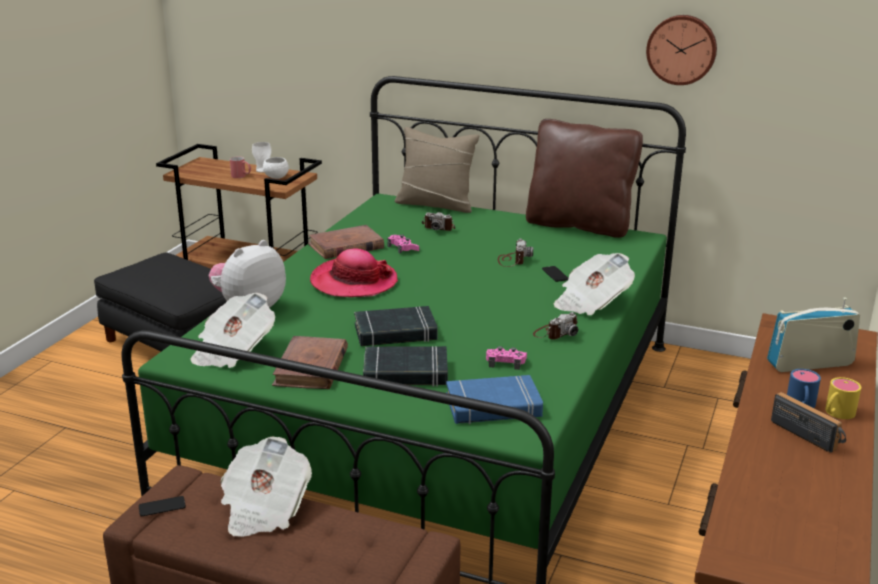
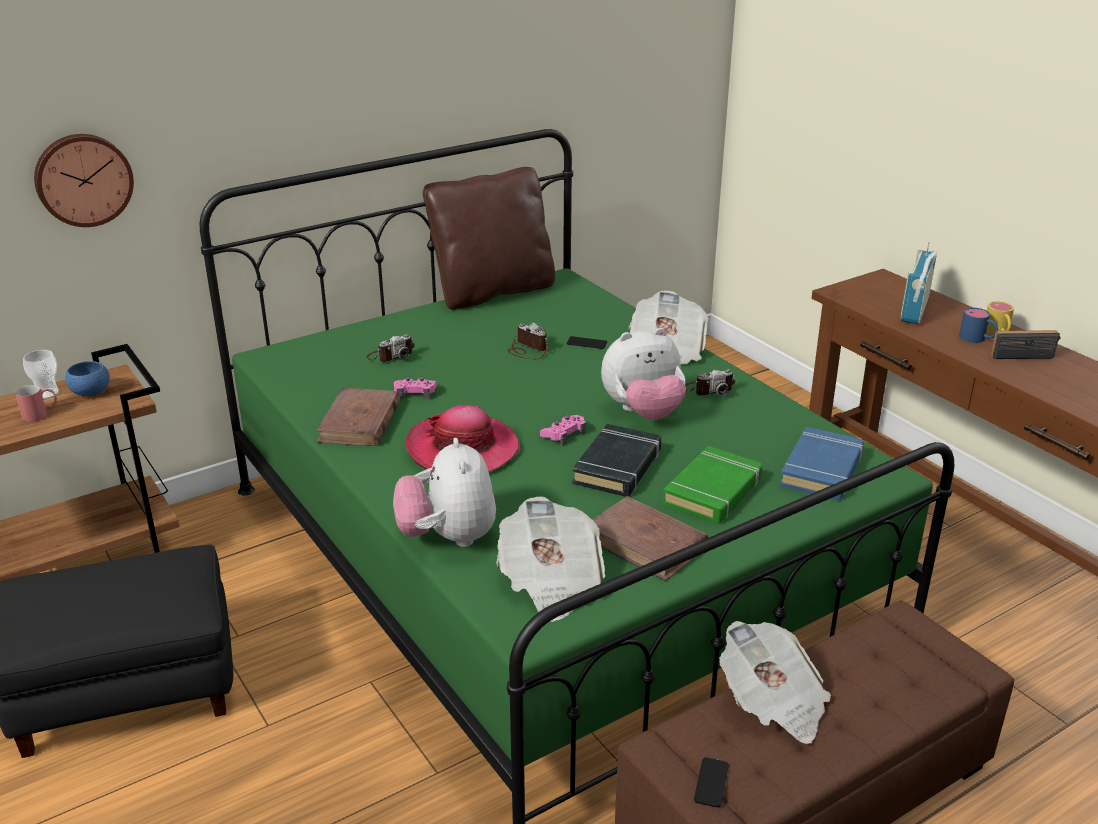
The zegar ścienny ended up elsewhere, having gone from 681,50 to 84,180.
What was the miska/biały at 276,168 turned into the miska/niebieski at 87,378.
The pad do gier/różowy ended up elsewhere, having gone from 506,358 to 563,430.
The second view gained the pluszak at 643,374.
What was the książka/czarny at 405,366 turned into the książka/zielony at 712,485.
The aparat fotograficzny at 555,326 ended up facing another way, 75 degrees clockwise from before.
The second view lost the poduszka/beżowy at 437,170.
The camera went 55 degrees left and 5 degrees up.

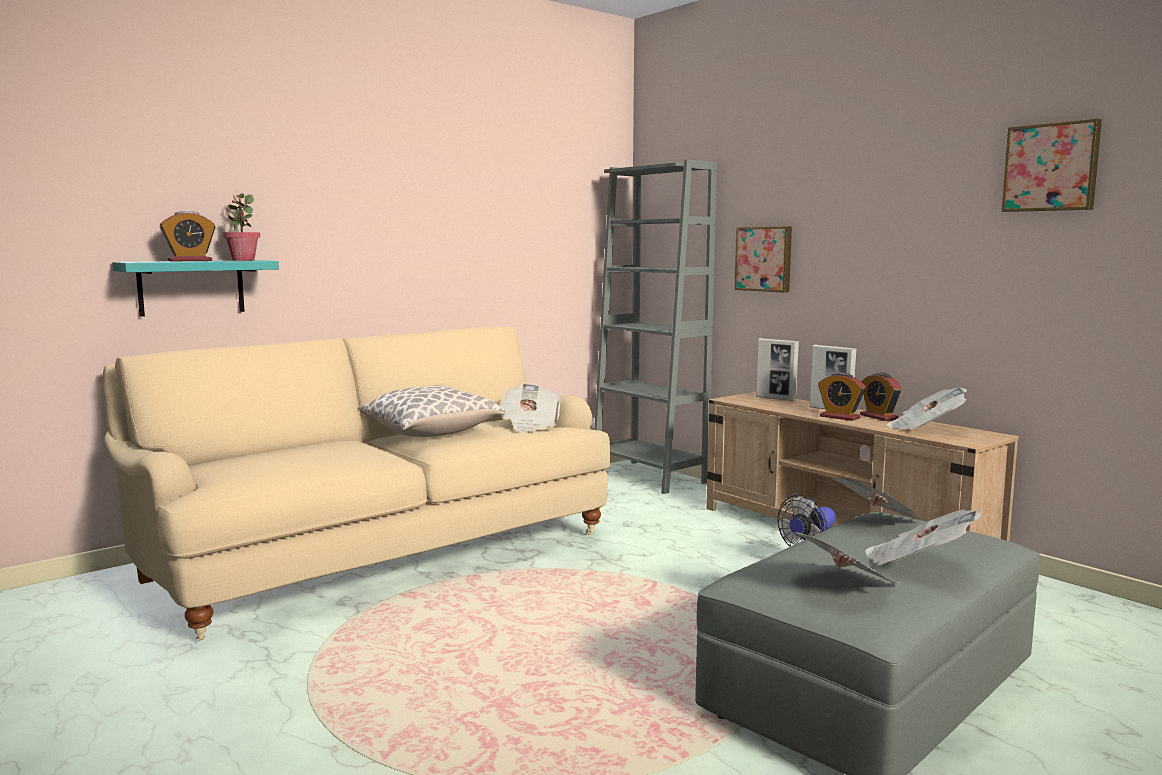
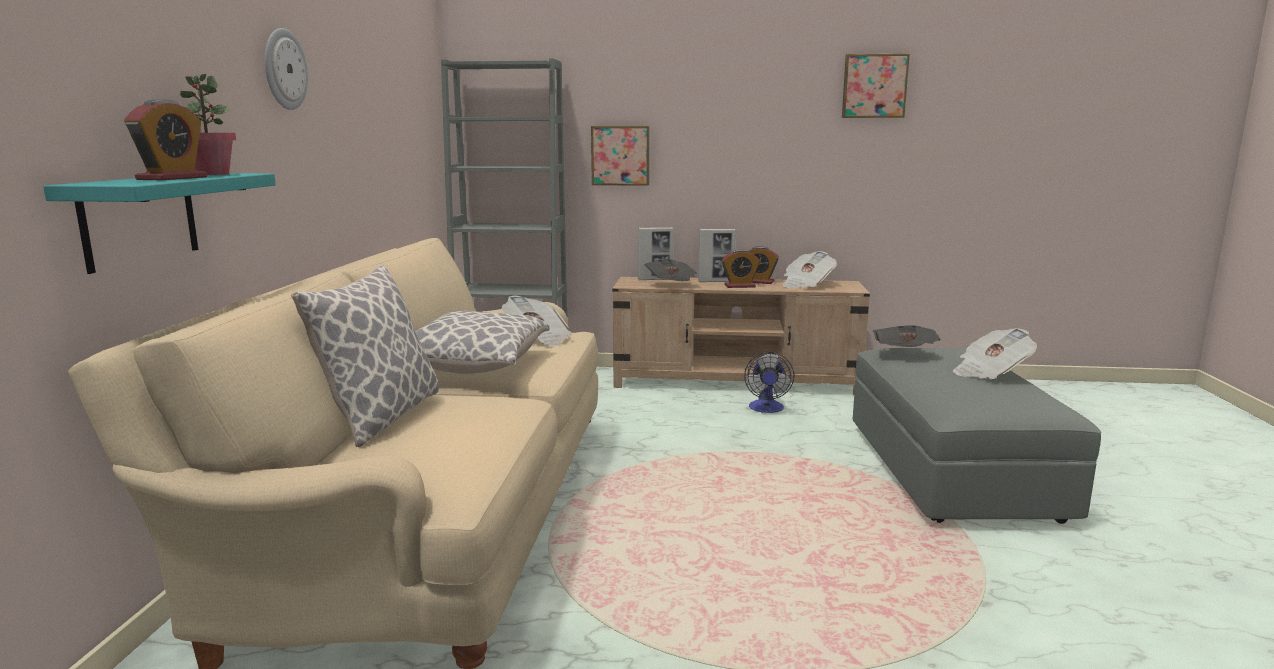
The second view gained the zegar ścienny at 286,69.
The second view gained the poduszka at 365,356.
The gazeta ended up elsewhere, having gone from 845,557 to 670,270.
The camera went 45 degrees left and 5 degrees up.

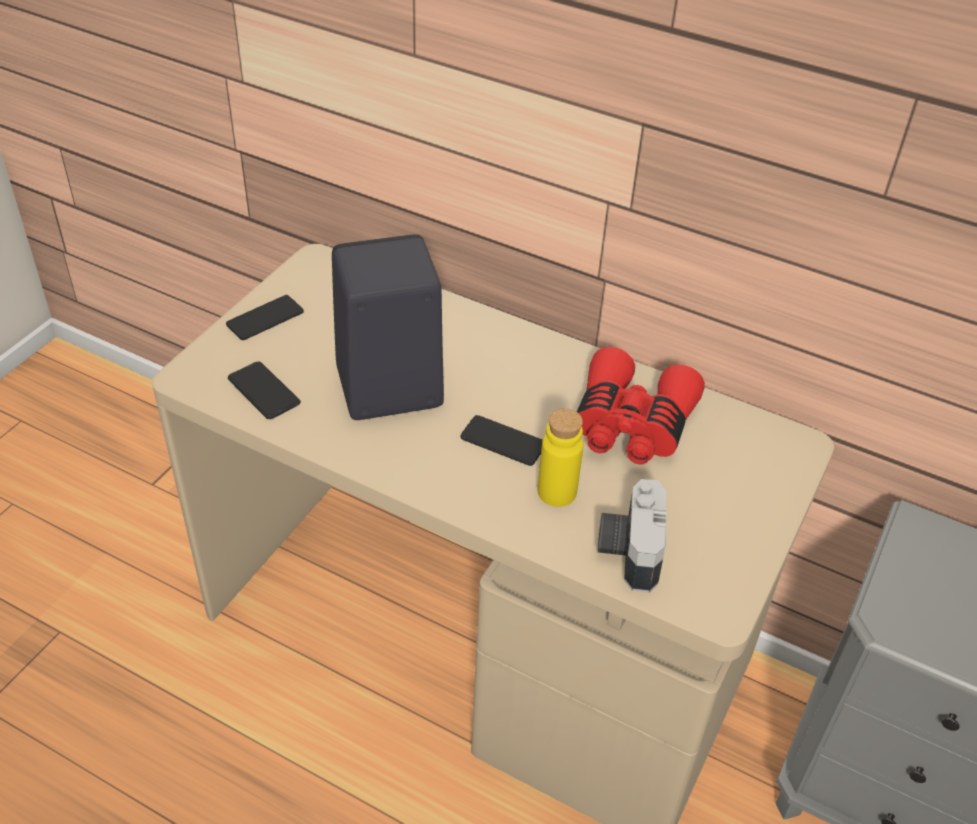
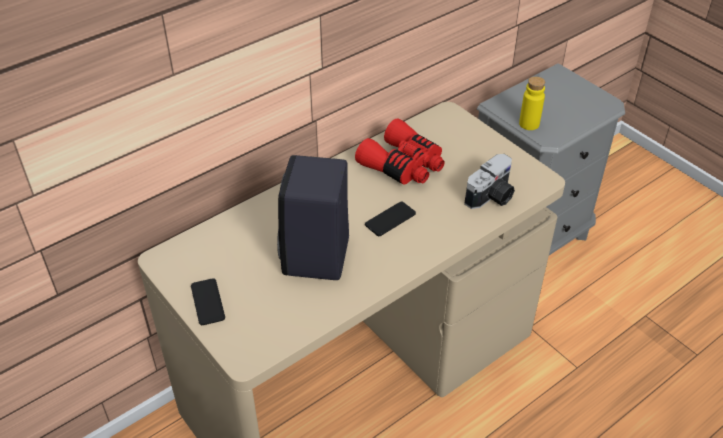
The aparat fotograficzny at 632,536 ended up facing another way, 75 degrees counterclockwise from before.
The butelka/żółty ended up elsewhere, having gone from 560,457 to 532,103.
The second view lost the telefon at 264,390.
The camera went 65 degrees left and 0 degrees up.

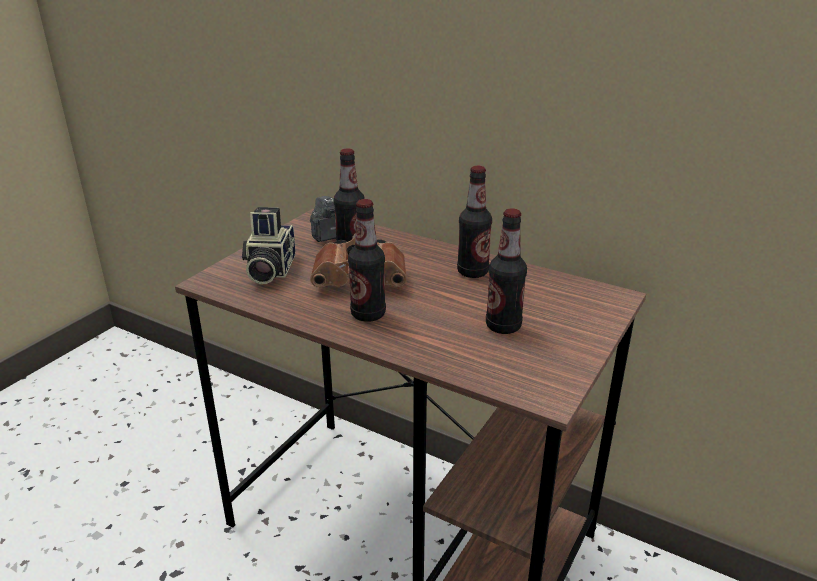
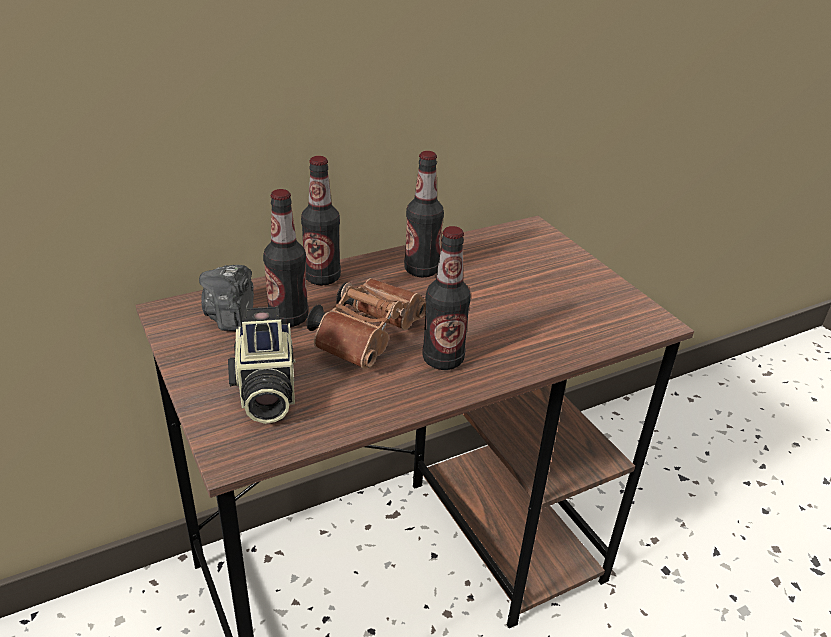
The aparat fotograficzny at 268,245 ended up facing another way, 45 degrees clockwise from before.
The butelka ended up elsewhere, having gone from 506,271 to 321,220.
The camera went 60 degrees left and 5 degrees up.

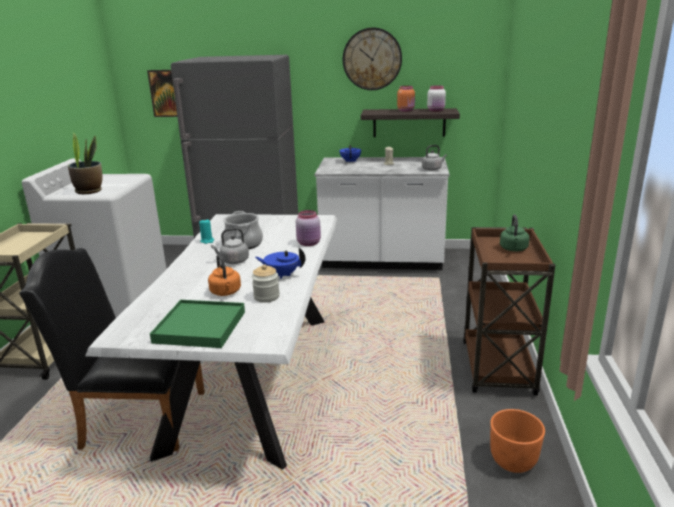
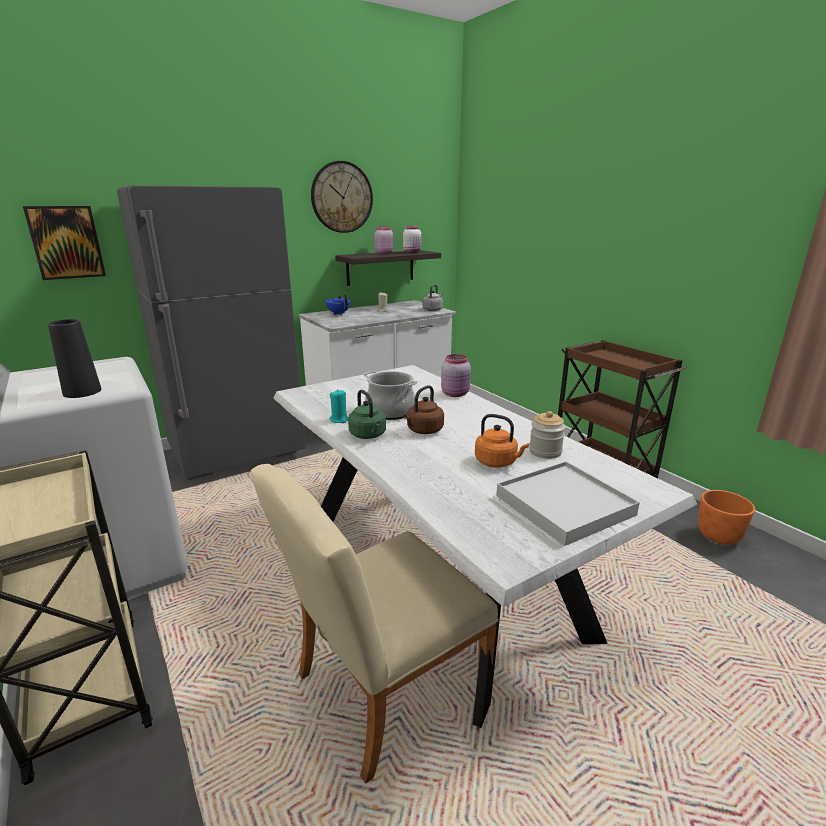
Where the roślina doniczkowa stood at 85,163, the wazon/czarny came to stand at 75,358.
What was the krzesło/czarny at 112,349 turned into the krzesło/beżowy at 375,624.
The czajnik/zielony ended up elsewhere, having gone from 514,233 to 367,414.
What was the słoik/pomarańczowy at 406,99 turned into the słoik/różowy at 383,240.
What was the czajnik/szary at 230,246 turned into the czajnik/brązowy at 424,409.
What was the taca/zielony at 197,324 turned into the taca/biały at 568,503.
The second view lost the imbryk/niebieski at 280,263.
The camera went 40 degrees left and 0 degrees up.

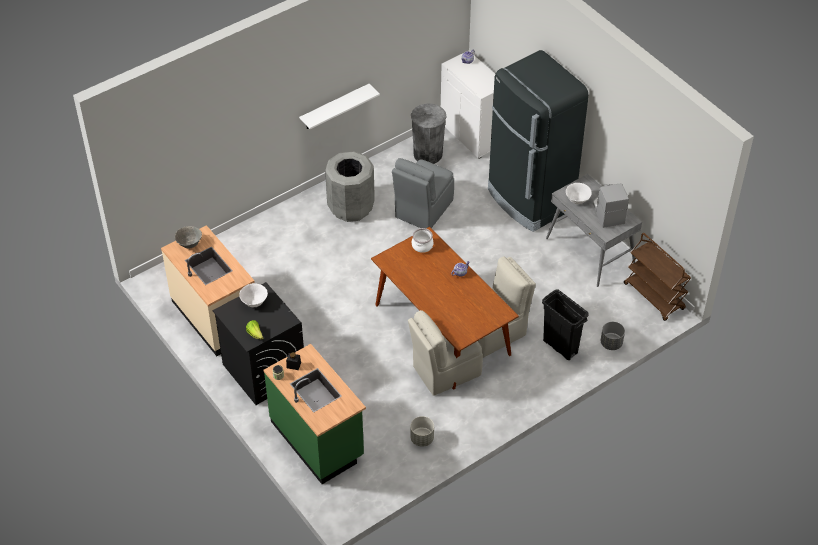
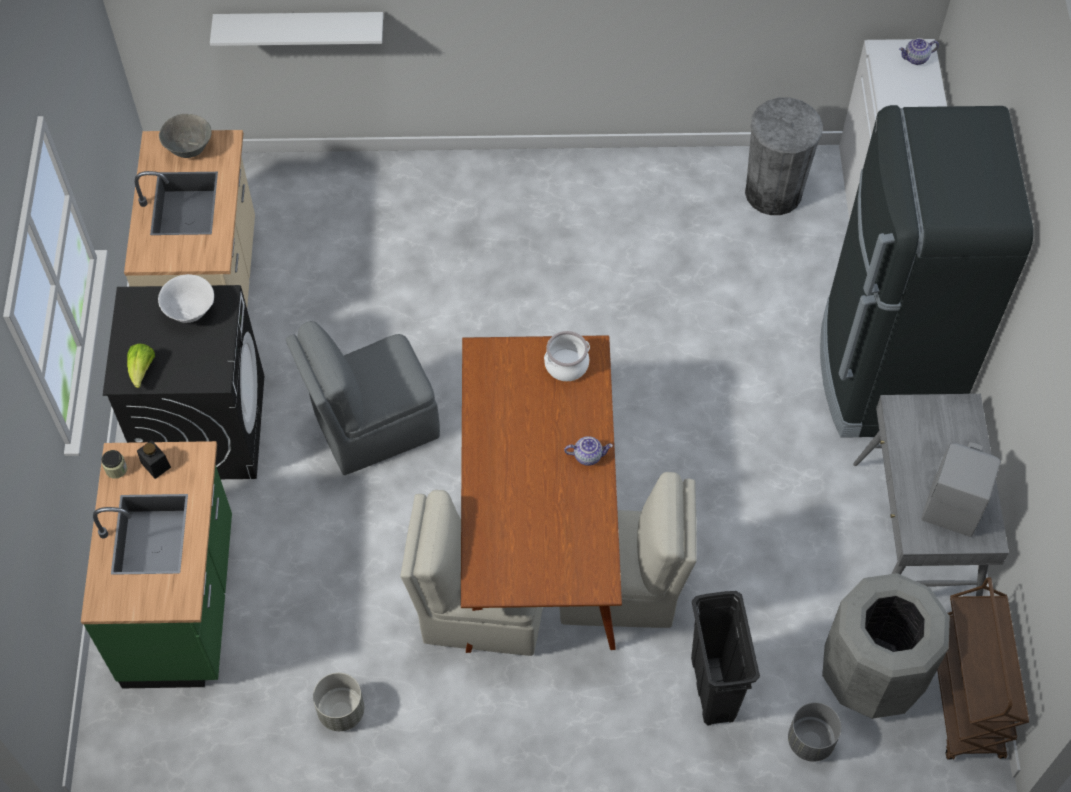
The półka/biały ended up elsewhere, having gone from 339,106 to 296,29.
The krzesło/szary ended up elsewhere, having gone from 423,193 to 363,398.
The kosz na śmieci/szary ended up elsewhere, having gone from 350,187 to 886,646.
The second view lost the miska/biały at 579,193.
The camera went 35 degrees right and 10 degrees up.

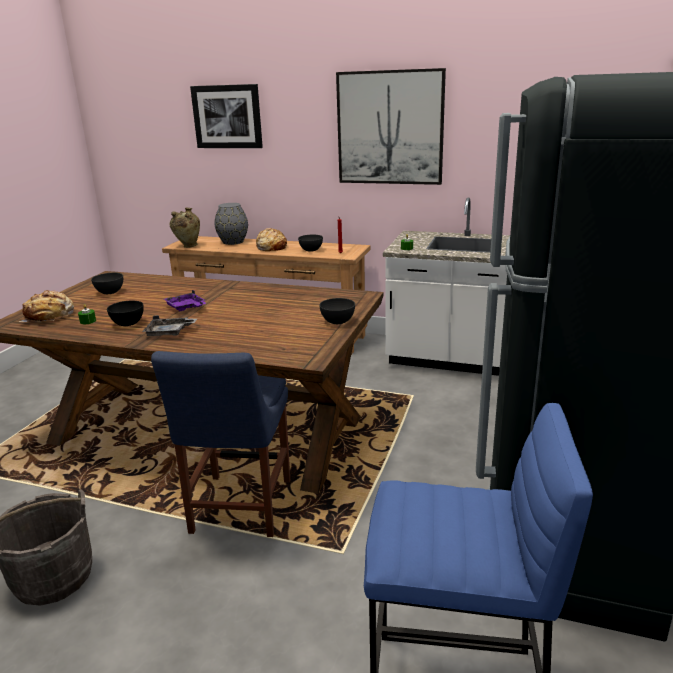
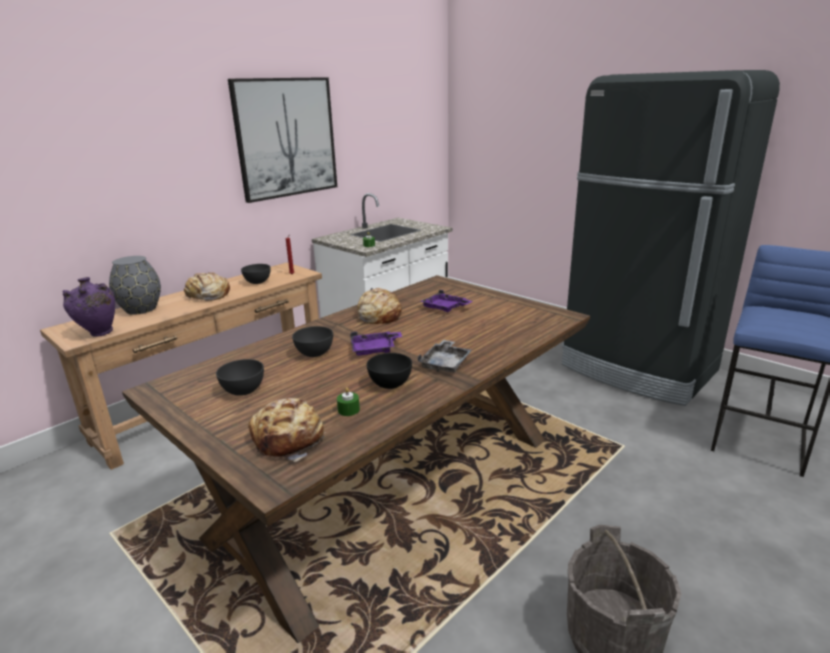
What was the wazon/beżowy at 185,228 turned into the wazon/fioletowy at 89,307.
The miska/szary ended up elsewhere, having gone from 337,311 to 312,341.
The second view gained the chleb at 379,306.
The second view gained the taca/fioletowy at 446,301.
The second view lost the krzesło/niebieski at 220,444.
The second view lost the obraz at 226,116.
The camera went 65 degrees left and 0 degrees up.

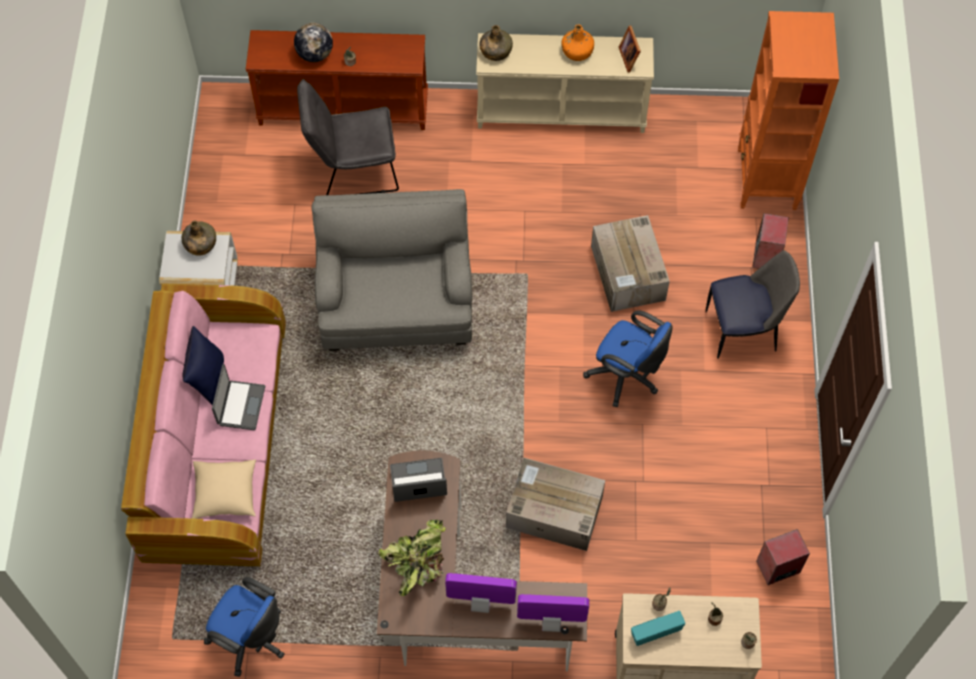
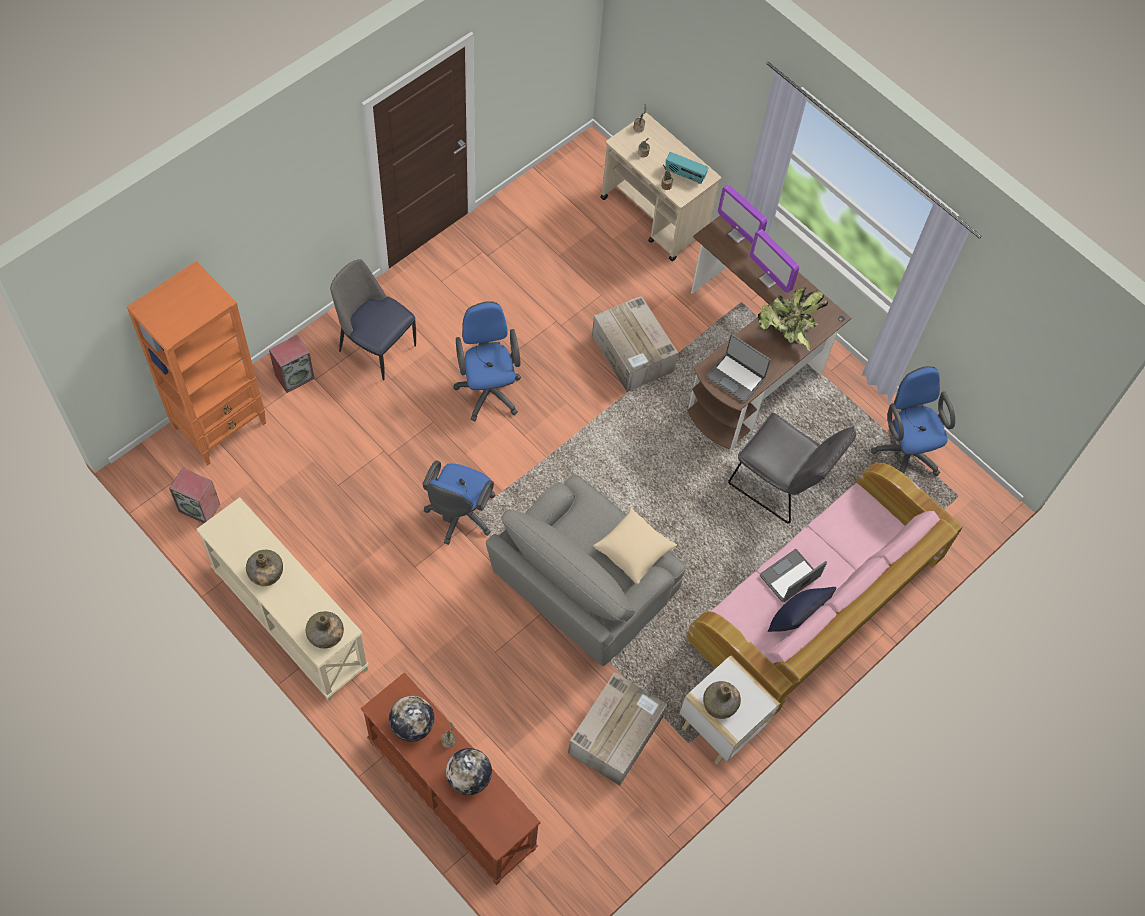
The głośnik ended up elsewhere, having gone from 783,557 to 194,495.
What was the butelka/pomarańczowy at 577,42 turned into the butelka/zielony at 264,568.
The second view gained the globus at 411,719.
The second view gained the krzesło biurowe/niebieski at 459,502.
The karton ended up elsewhere, having gone from 630,263 to 617,729.
The poduszka/beżowy ended up elsewhere, having gone from 224,489 to 635,545.
The krzesło/szary ended up elsewhere, having gone from 348,137 to 792,468.
The second view lost the ramka na zdjęcie at 630,49.
The camera went 140 degrees left and 0 degrees up.

